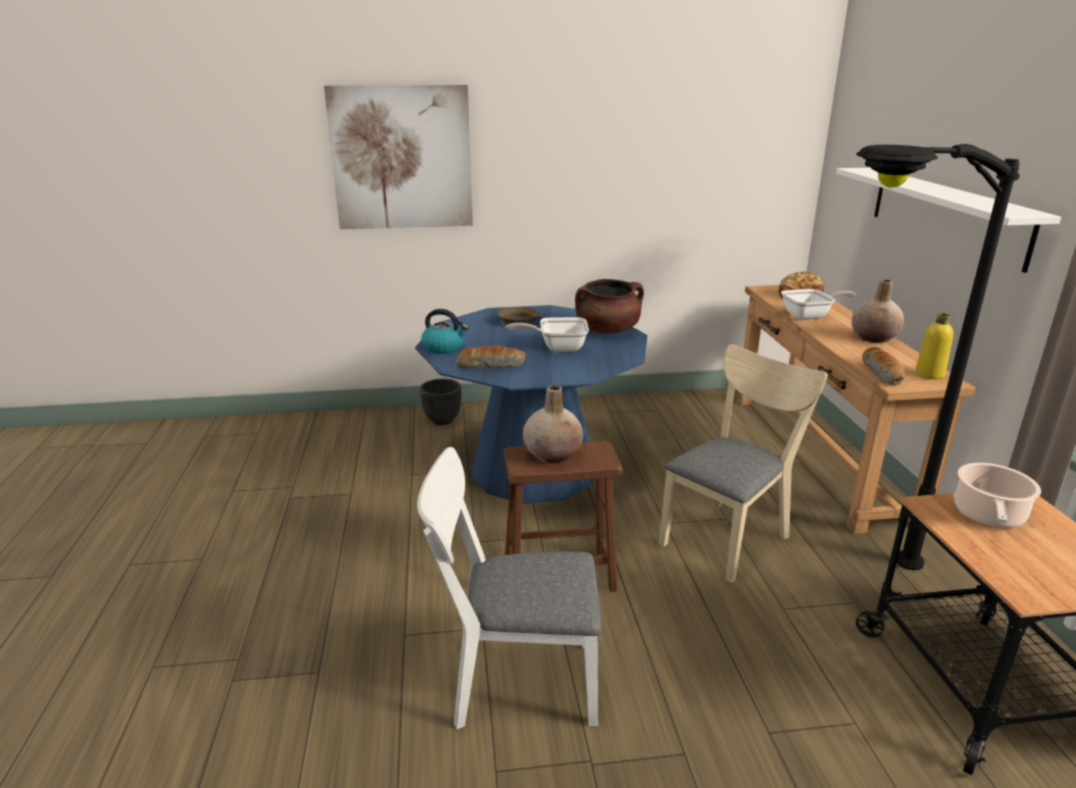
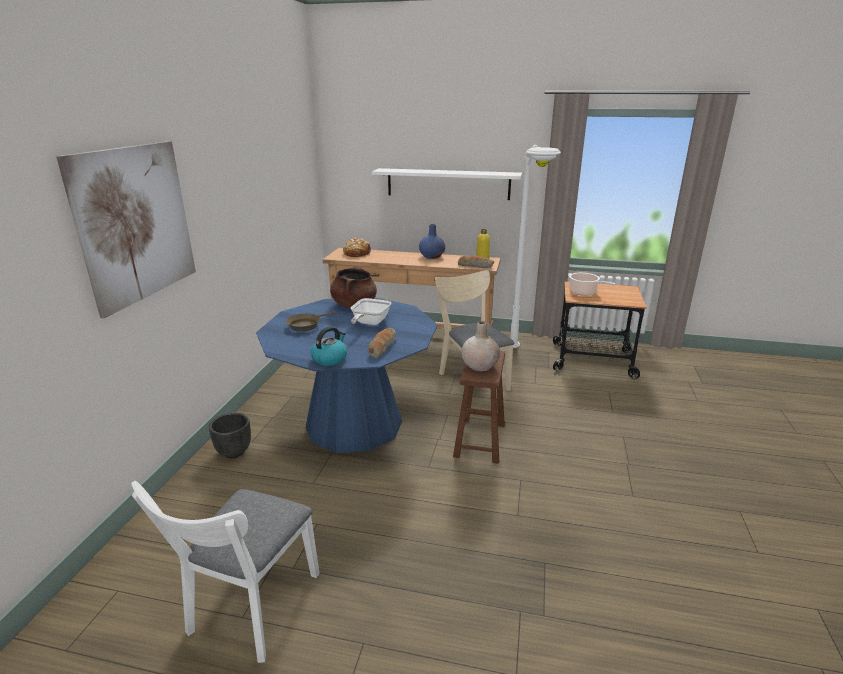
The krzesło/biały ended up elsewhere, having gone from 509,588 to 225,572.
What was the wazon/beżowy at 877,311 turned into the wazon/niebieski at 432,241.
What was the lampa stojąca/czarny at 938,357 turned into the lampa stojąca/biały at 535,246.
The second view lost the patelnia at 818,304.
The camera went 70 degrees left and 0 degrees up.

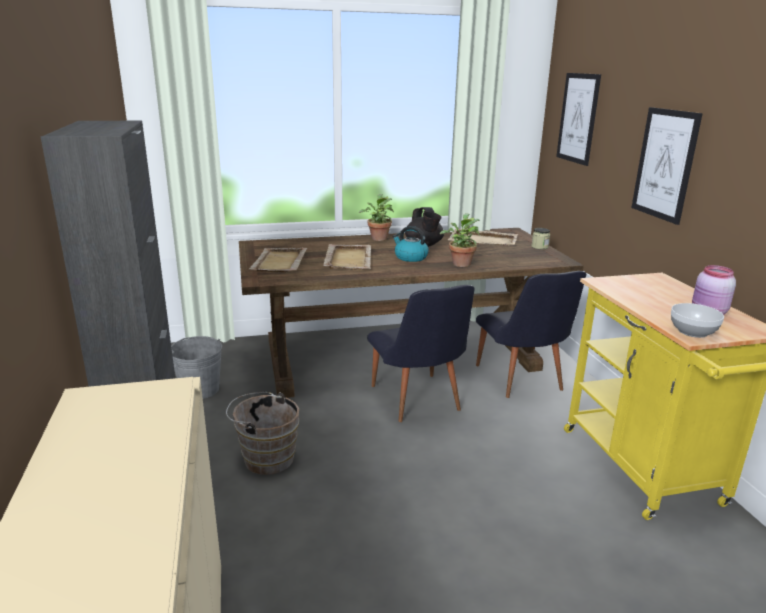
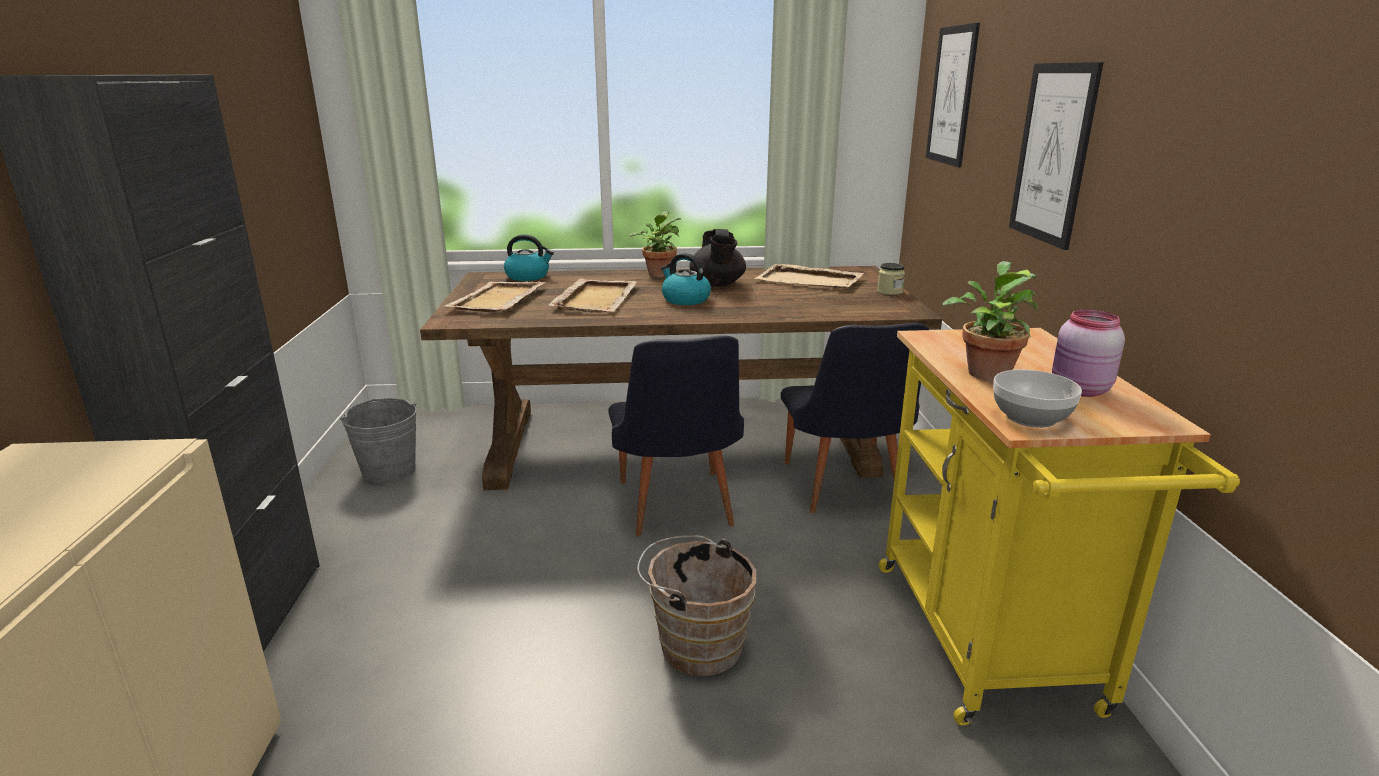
The second view gained the czajnik at 529,257.
The wiadro/brązowy ended up elsewhere, having gone from 262,433 to 696,605.
The roślina doniczkowa ended up elsewhere, having gone from 460,240 to 991,321.
The camera went 10 degrees right and 0 degrees up.

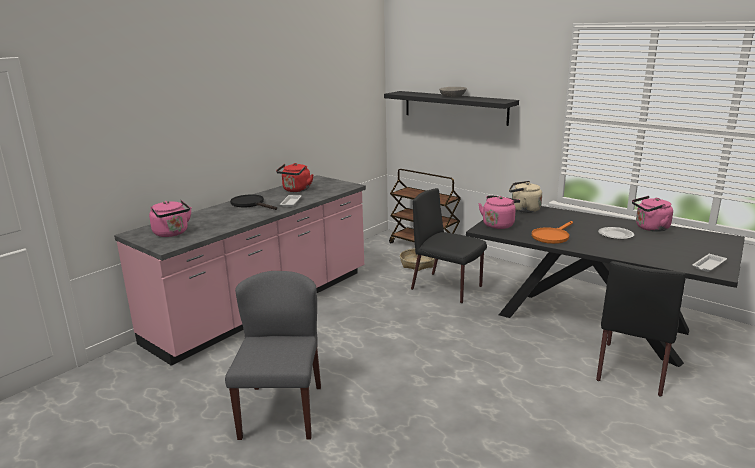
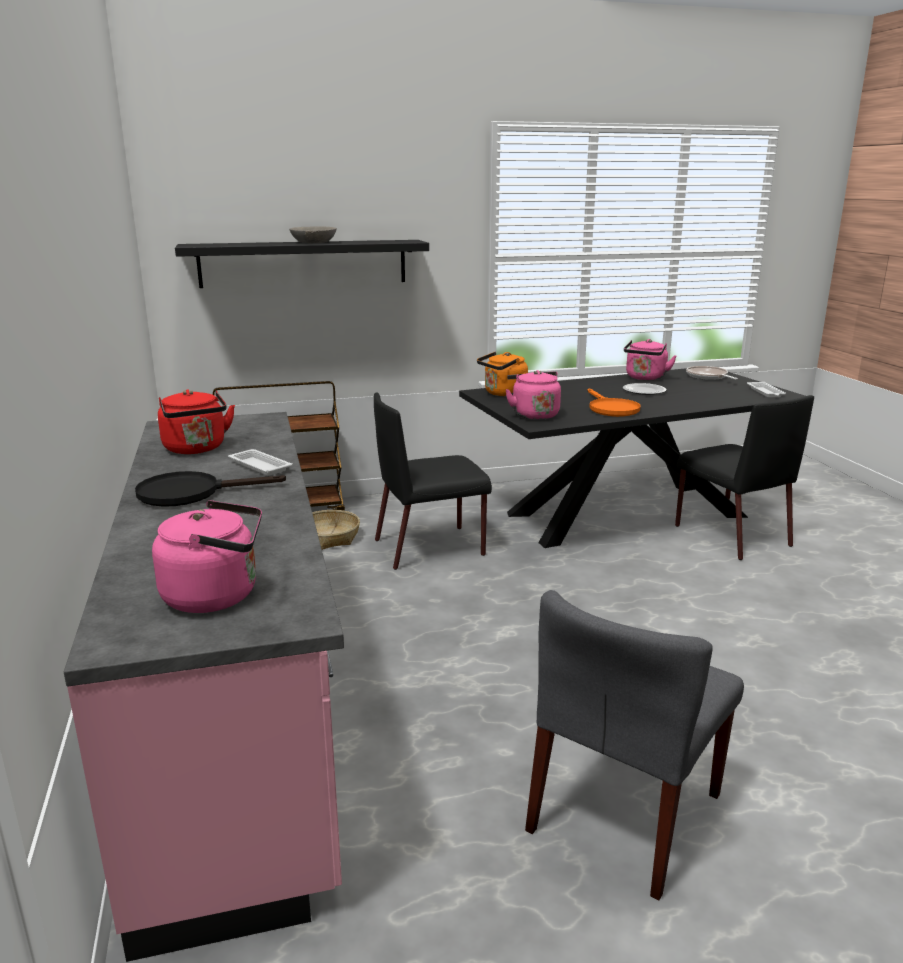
What was the czajnik/beżowy at 525,197 turned into the czajnik/pomarańczowy at 502,374.
The krzesło/szary at 273,355 ended up facing another way, 90 degrees counterclockwise from before.
The second view gained the patelnia at 712,373.
The camera went 55 degrees left and 0 degrees up.

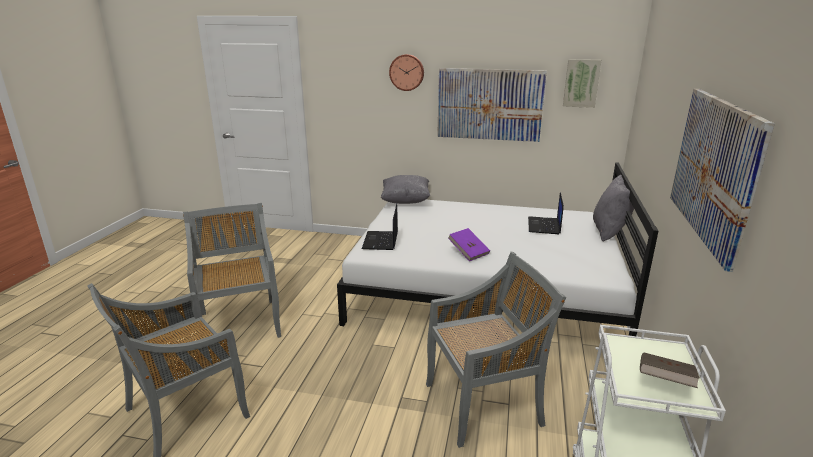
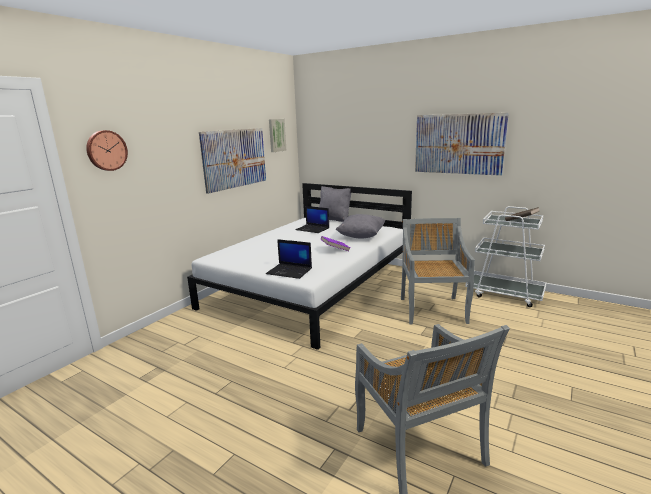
The zegar ścienny ended up elsewhere, having gone from 406,72 to 107,150.
The poduszka/szary ended up elsewhere, having gone from 405,189 to 360,226.
The second view lost the krzesło/szary at 232,270.
The camera went 70 degrees left and 5 degrees down.

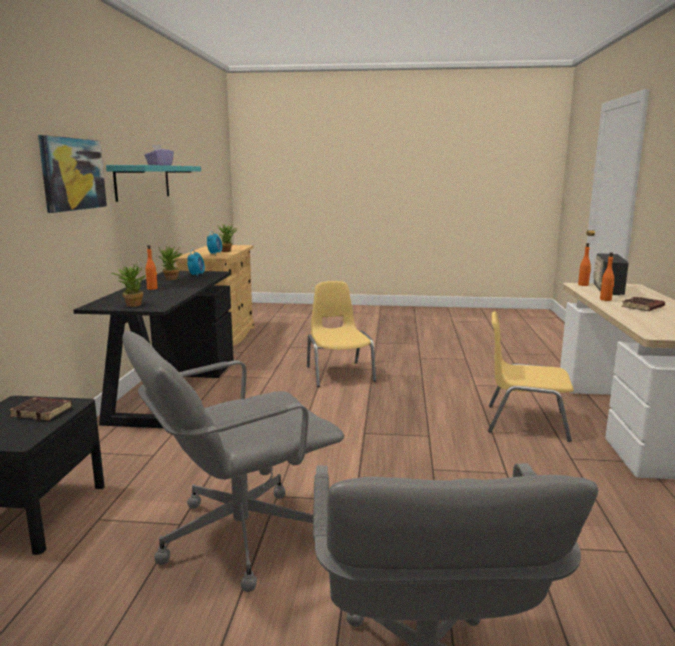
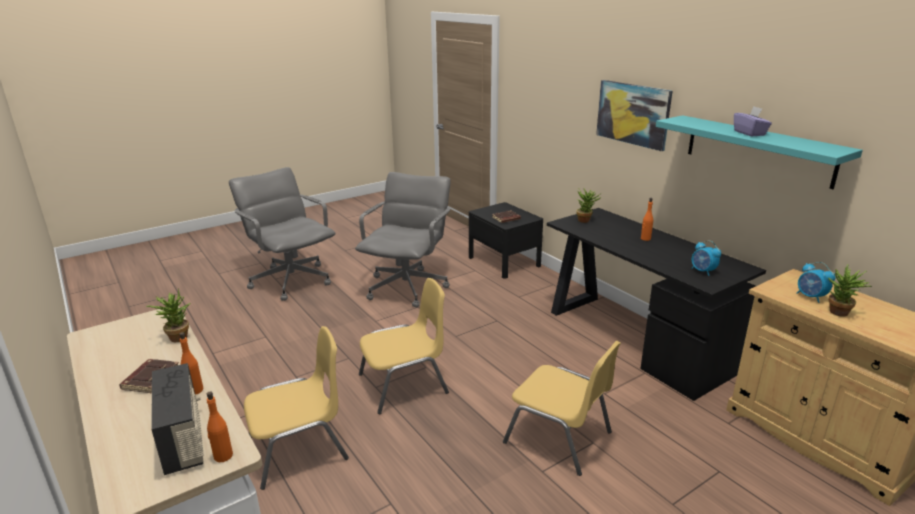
The roślina doniczkowa ended up elsewhere, having gone from 170,263 to 168,315.
The second view gained the krzesło/żółty at 404,346.
The camera went 140 degrees right and 10 degrees up.

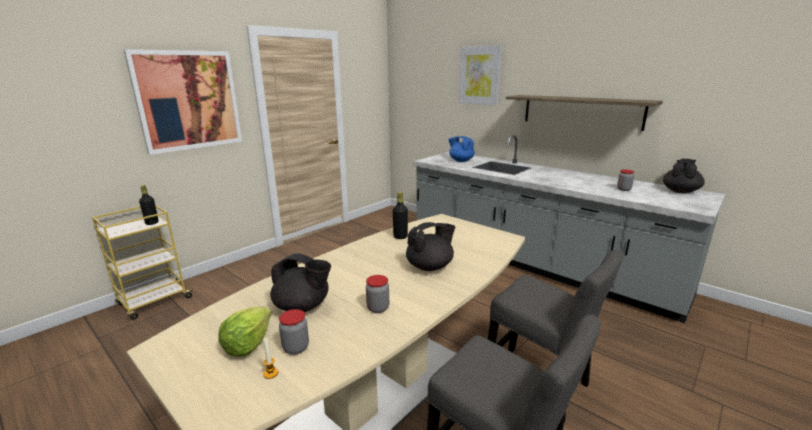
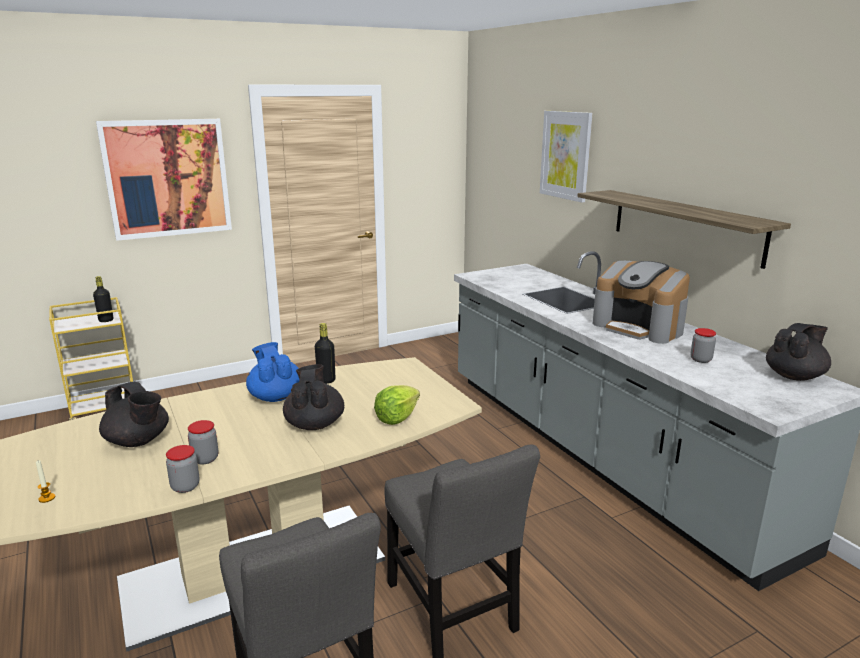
The słoik ended up elsewhere, having gone from 294,332 to 183,469.
The imbryk/niebieski ended up elsewhere, having gone from 461,149 to 273,372.
The imbryk/czarny at 430,246 ended up facing another way, 90 degrees counterclockwise from before.
The sałata ended up elsewhere, having gone from 245,331 to 397,405.
The second view gained the ekspres do kawy at 641,302.
The camera went 20 degrees right and 0 degrees up.

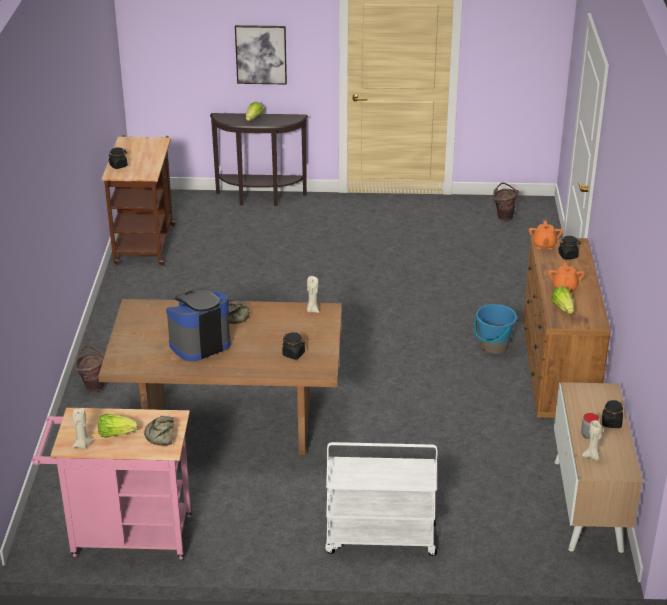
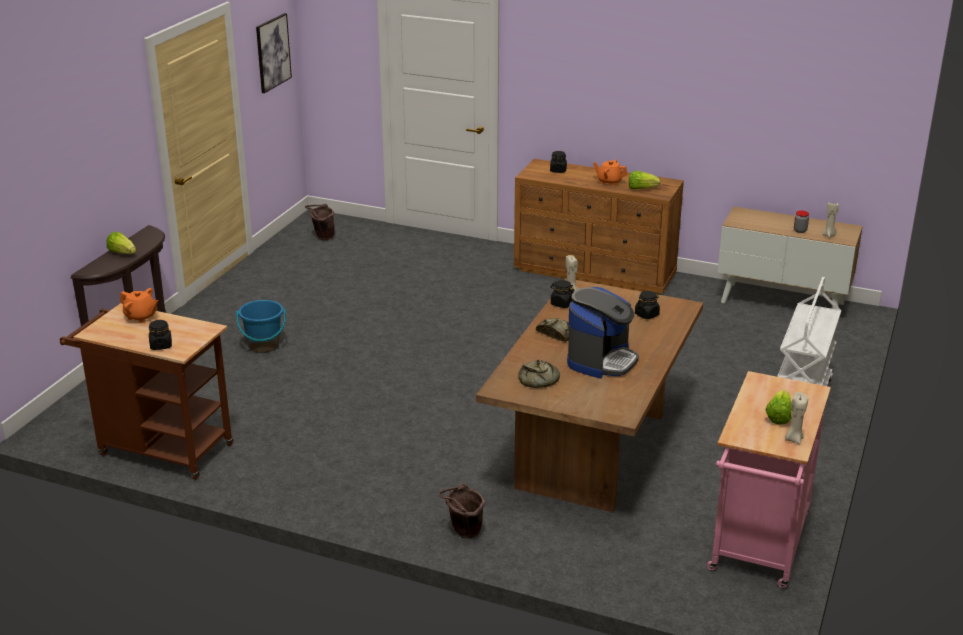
The imbryk/pomarańczowy ended up elsewhere, having gone from 546,235 to 139,305.
The wiadro/niebieski ended up elsewhere, having gone from 495,329 to 261,326.
The obraz ended up elsewhere, having gone from 261,54 to 274,53.
The chleb ended up elsewhere, having gone from 159,431 to 539,374.
The słoik/czarny ended up elsewhere, having gone from 612,414 to 562,294.
The ekspres do kawy at 198,325 ended up facing another way, 135 degrees counterclockwise from before.
The camera went 70 degrees left and 5 degrees down.

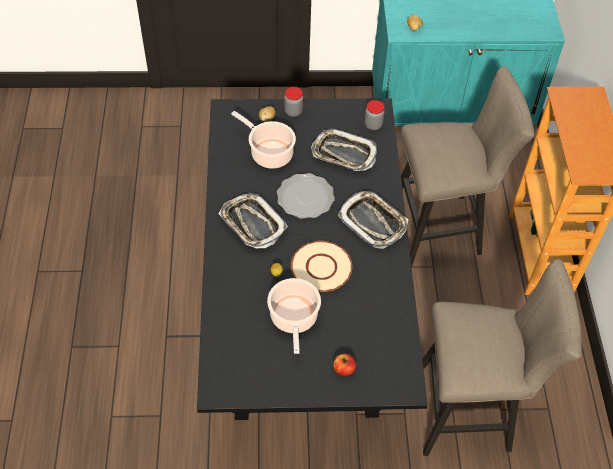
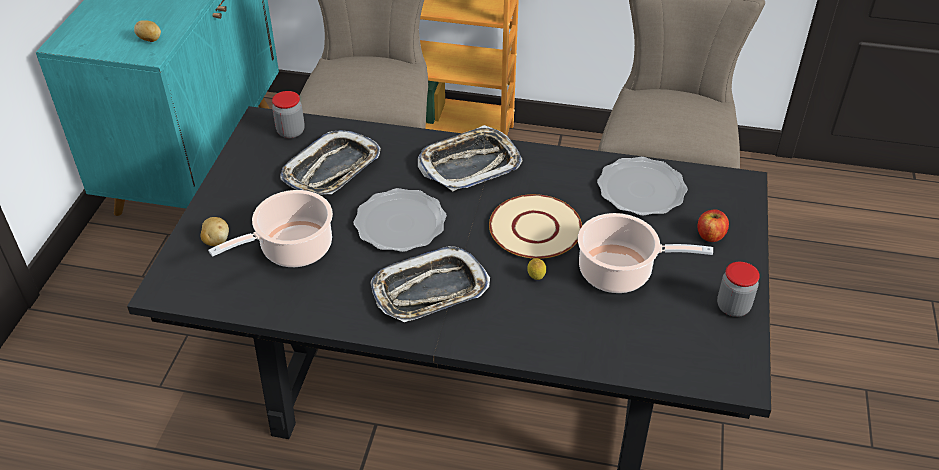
The second view gained the talerz at 642,186.
The słoik ended up elsewhere, having gone from 293,102 to 738,289.
The camera went 75 degrees left and 10 degrees down.

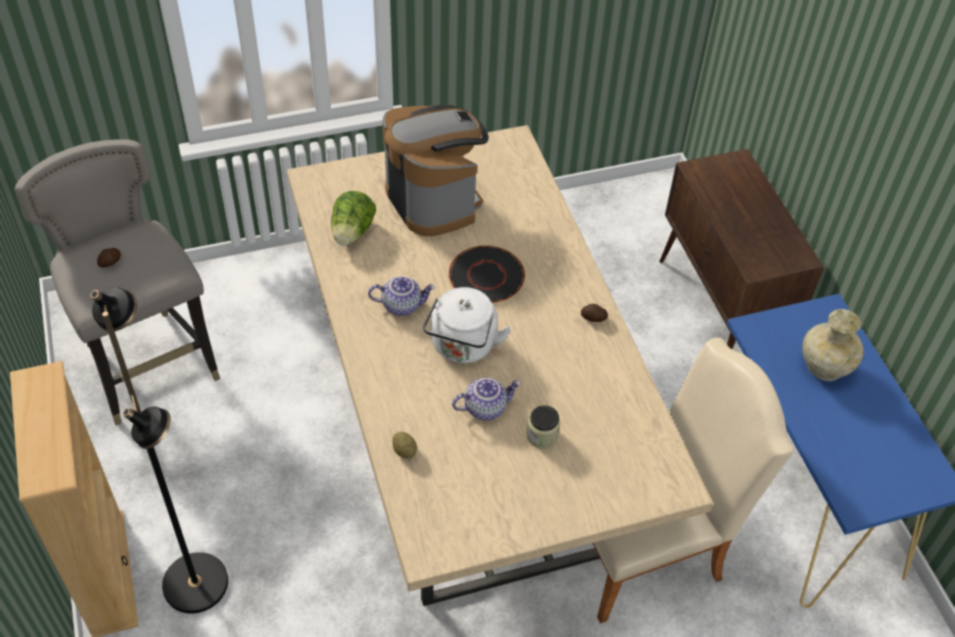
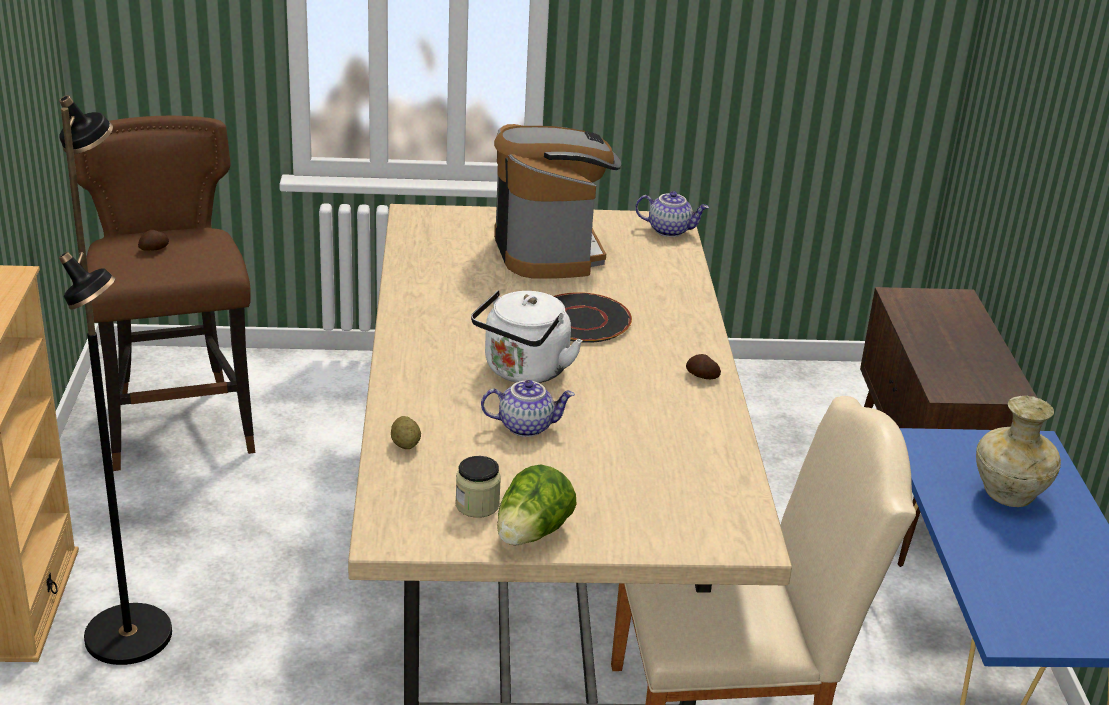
What was the stołek/szary at 117,282 turned into the stołek/brązowy at 164,293.
The słoik ended up elsewhere, having gone from 543,427 to 478,487.
The sałata ended up elsewhere, having gone from 353,218 to 537,505.
The imbryk ended up elsewhere, having gone from 401,296 to 672,214.
The camera went 15 degrees right and 20 degrees down.

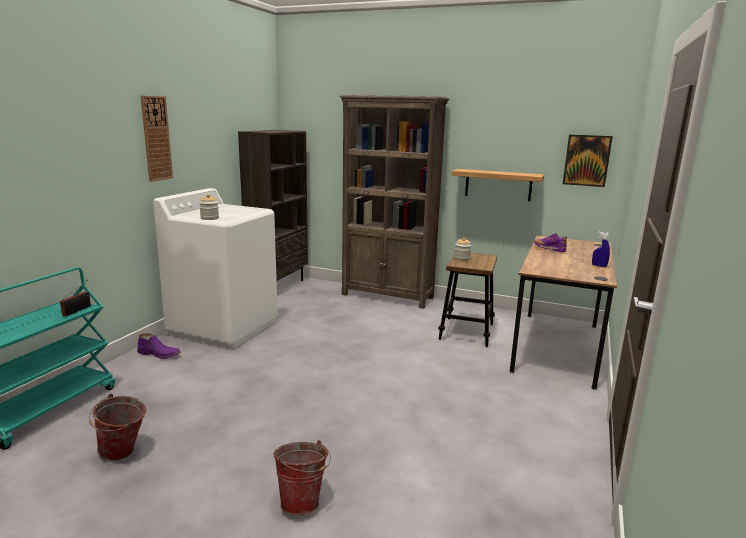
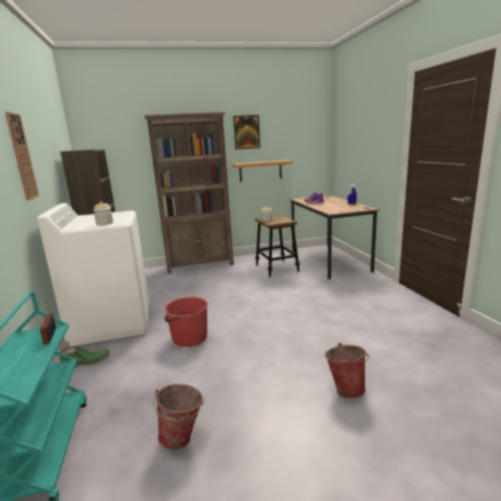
What was the but z cholewką/fioletowy at 158,346 turned into the but z cholewką/zielony at 85,356.
The second view gained the wiadro/czerwony at 186,321.
The obraz ended up elsewhere, having gone from 588,160 to 246,132.
The camera went 35 degrees left and 0 degrees up.

